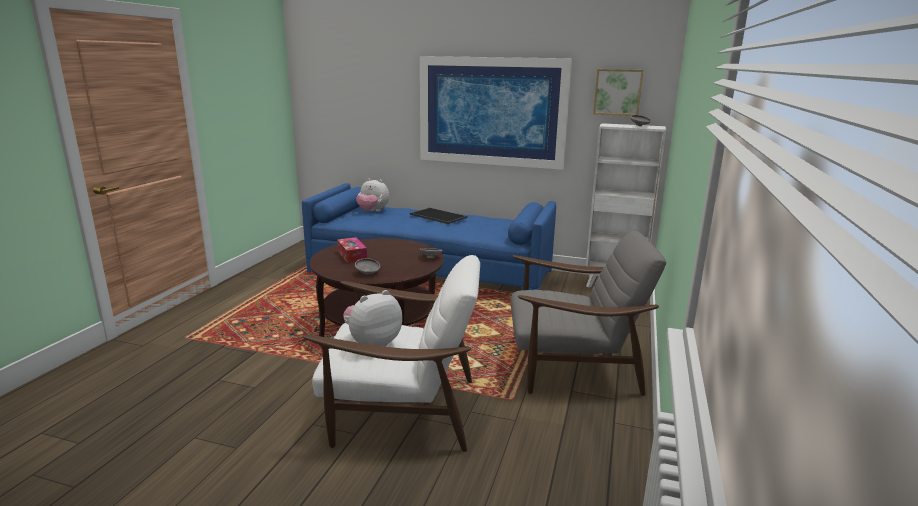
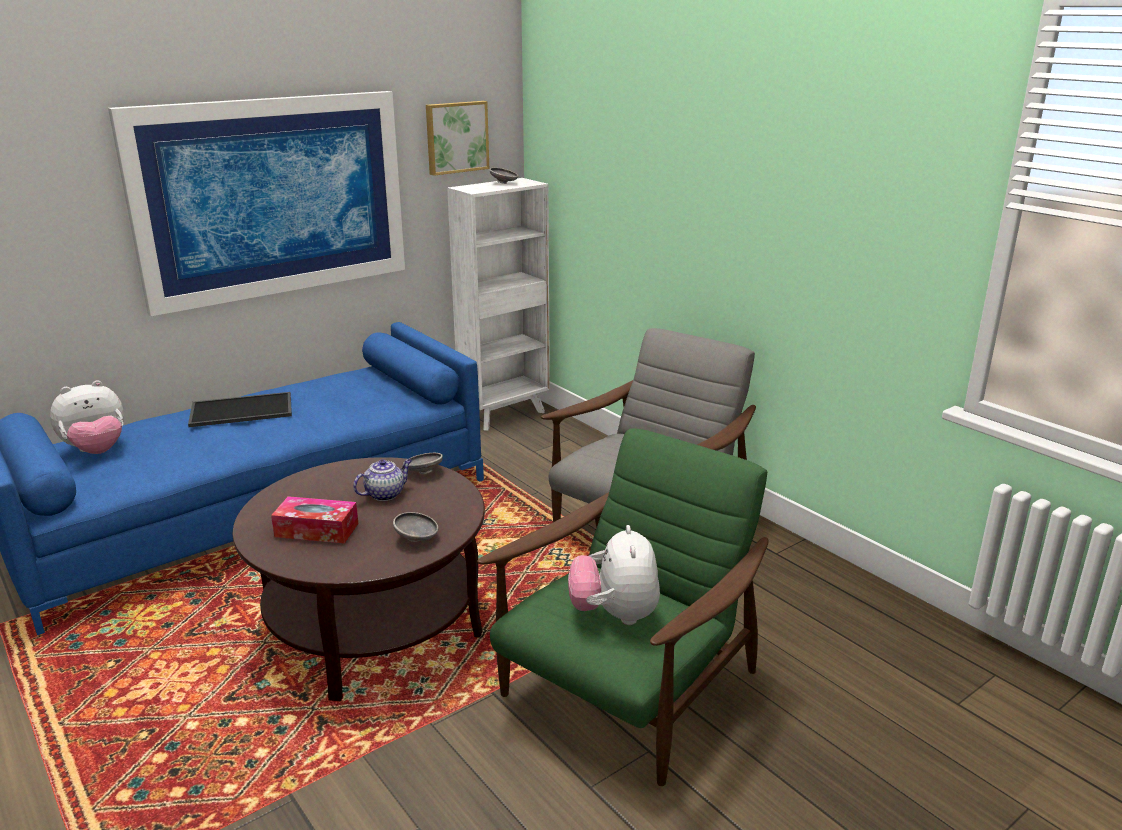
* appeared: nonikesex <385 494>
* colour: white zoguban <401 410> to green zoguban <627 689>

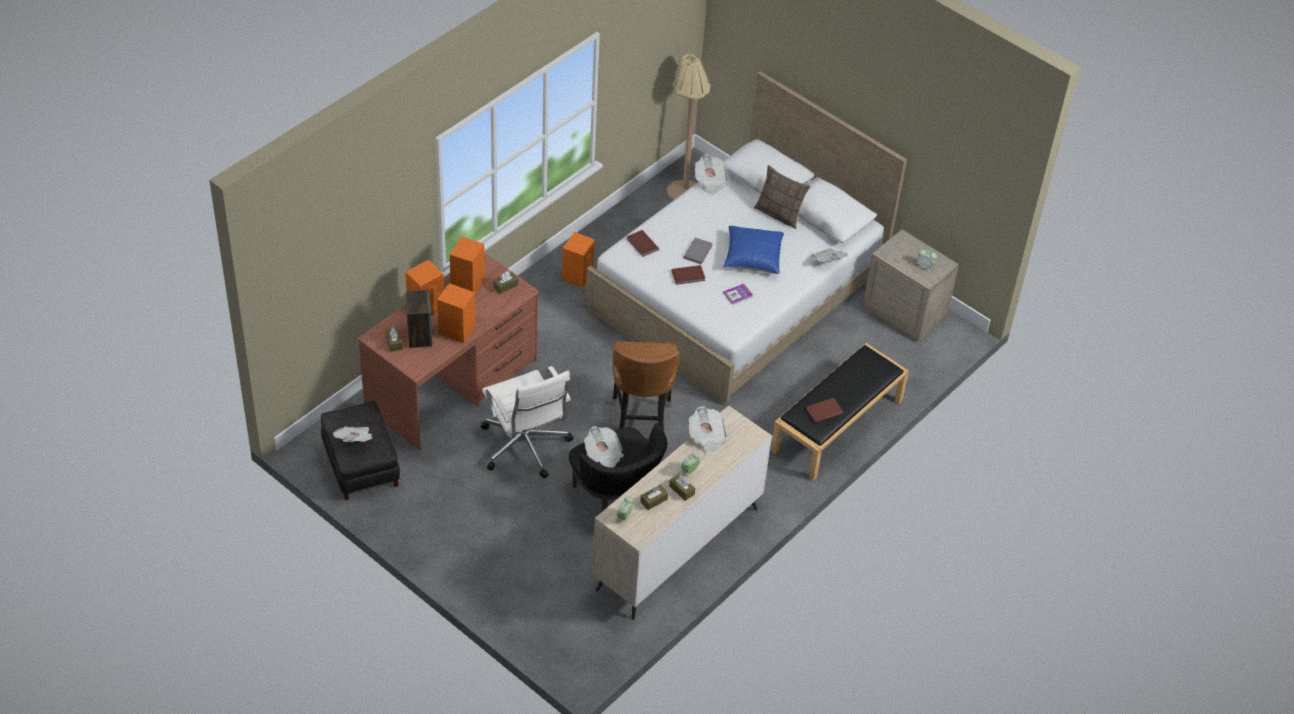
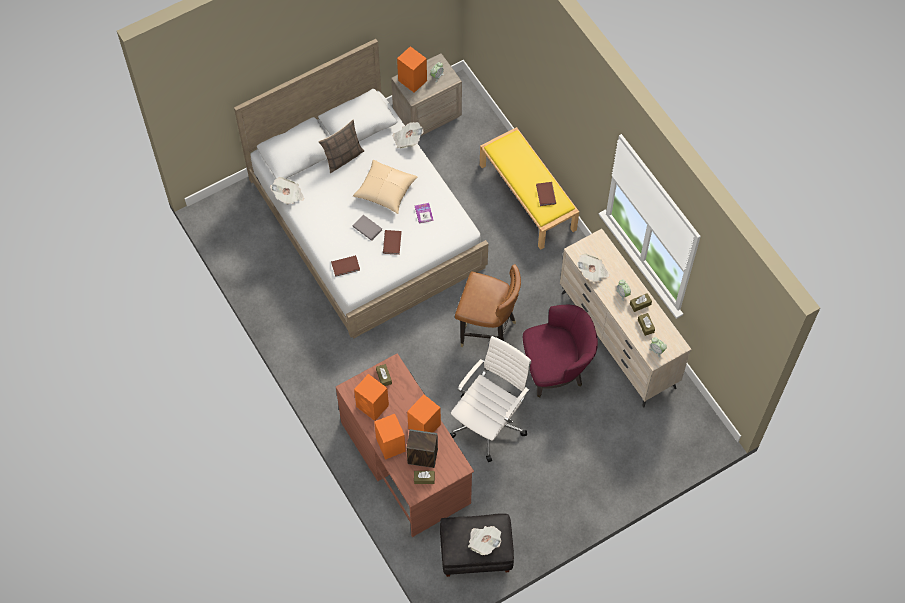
* missing: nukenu <603 455>
* missing: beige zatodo <684 186>
* relocated: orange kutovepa <578 275> to <412 80>
* colour: black zoguban <616 496> to purple zoguban <556 369>
* colour: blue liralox <752 257> to beige liralox <385 190>
* colour: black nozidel <837 426> to yellow nozidel <528 197>
* spun: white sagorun <525 447> = <489 422> 45 degrees counterclockwise

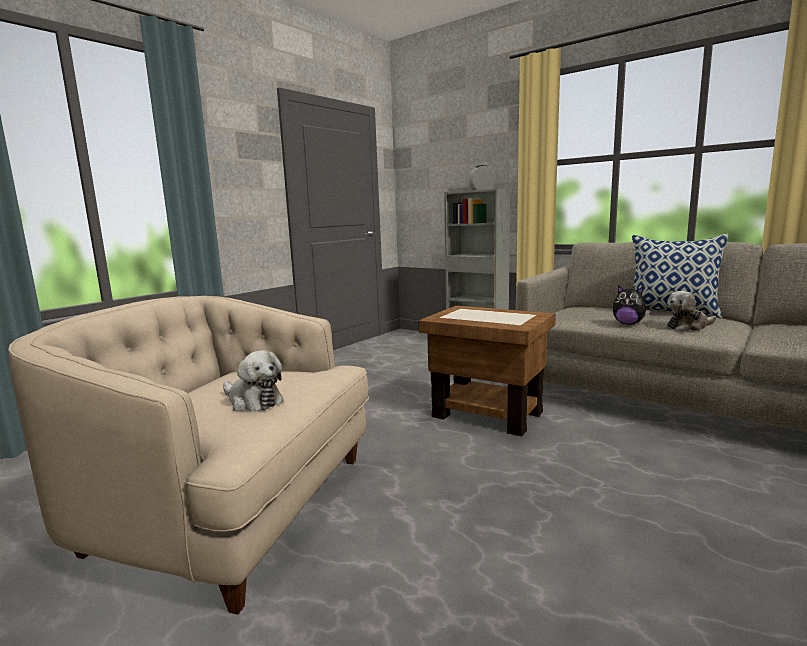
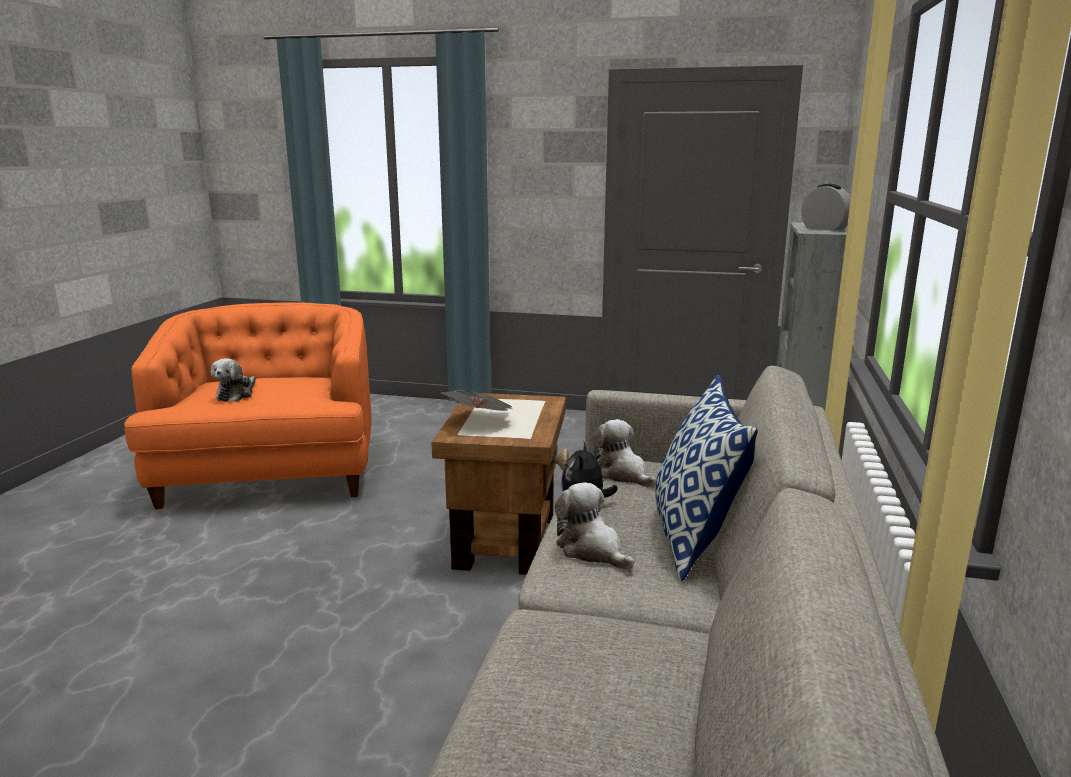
* appeared: nukenu <480 420>
* appeared: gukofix <622 474>
* colour: beige zoguban <231 508> to orange zoguban <270 473>

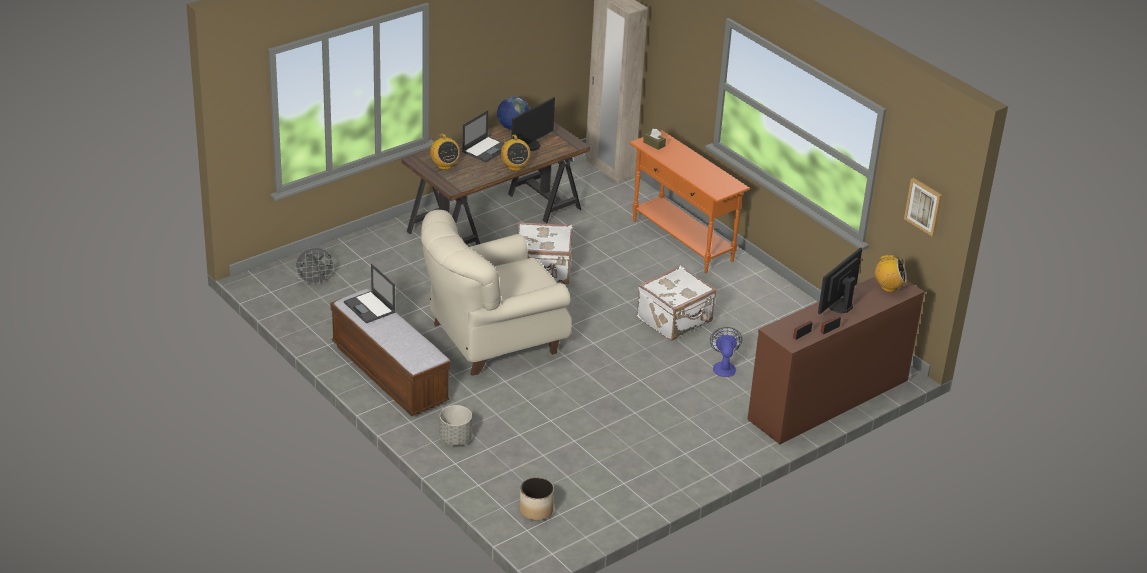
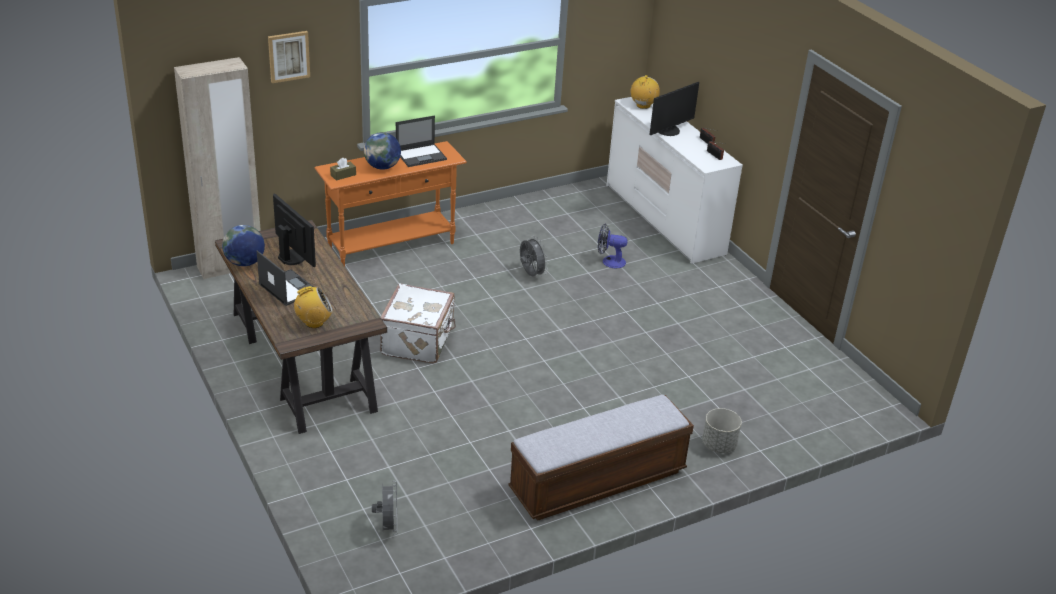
* missing: beige zoguban <491 339>
* missing: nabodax <515 167>
* missing: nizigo <535 510>
* appeared: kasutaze <382 167>
* relocated: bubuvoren <370 307> to <421 155>
* relocated: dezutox <924 206> to <288 56>
* exchanged: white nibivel <675 321> to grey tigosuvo <530 274>
* colour: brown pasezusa <828 400> to white pasezusa <664 219>
* spun: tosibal <839 305> = <669 131> 90 degrees counterclockwise

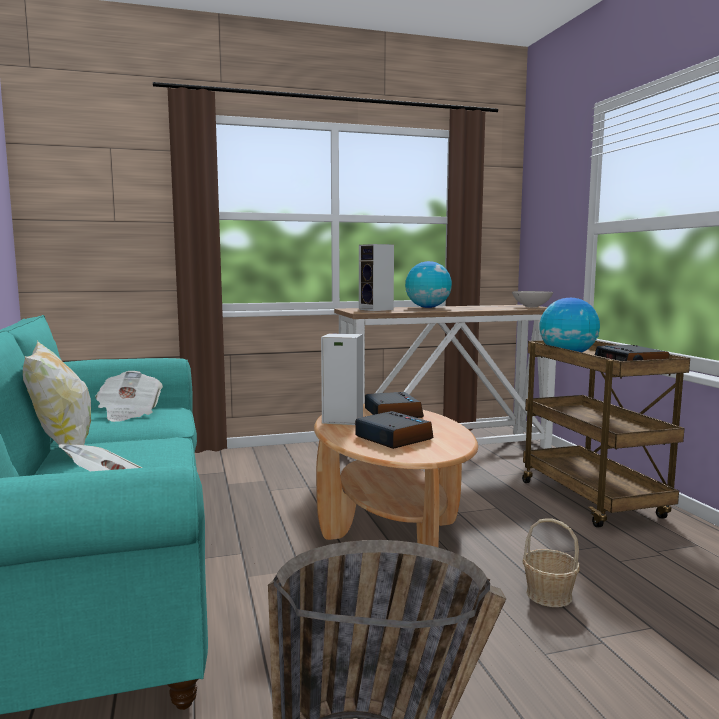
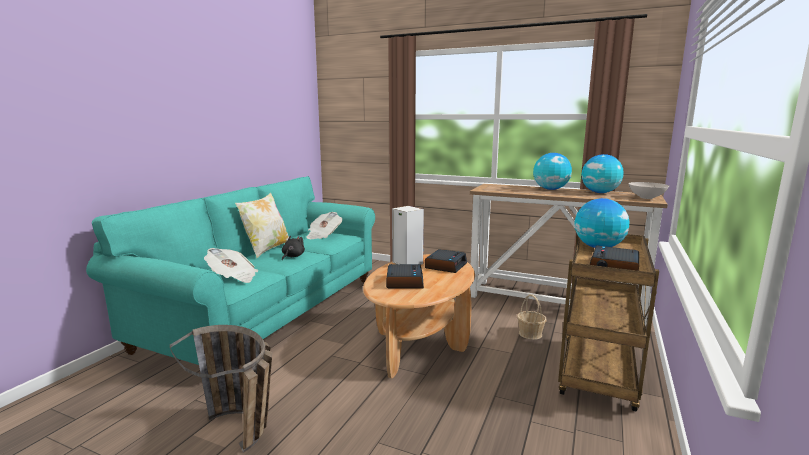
* missing: kutovepa <377 309>
* appeared: black gukofix <292 256>
* appeared: kasutaze <600 193>
* relocated: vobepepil <548 594> to <530 333>

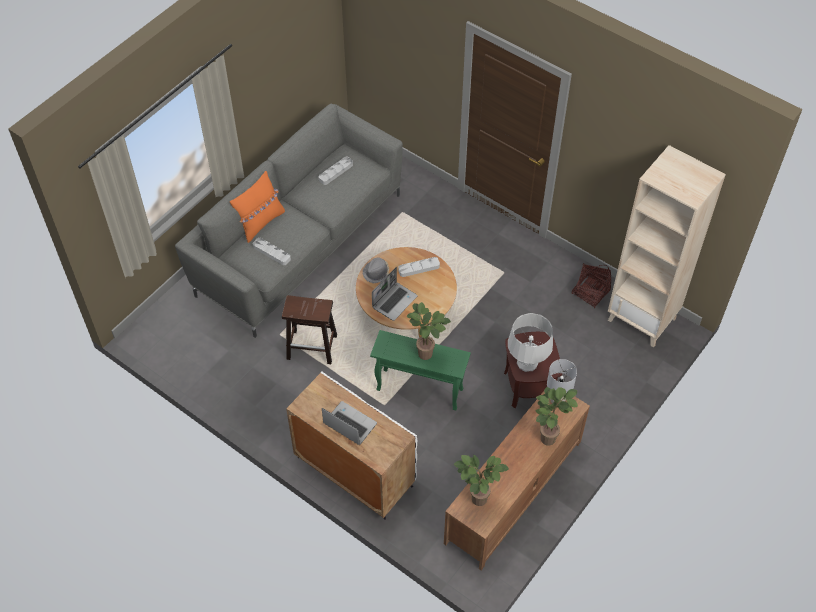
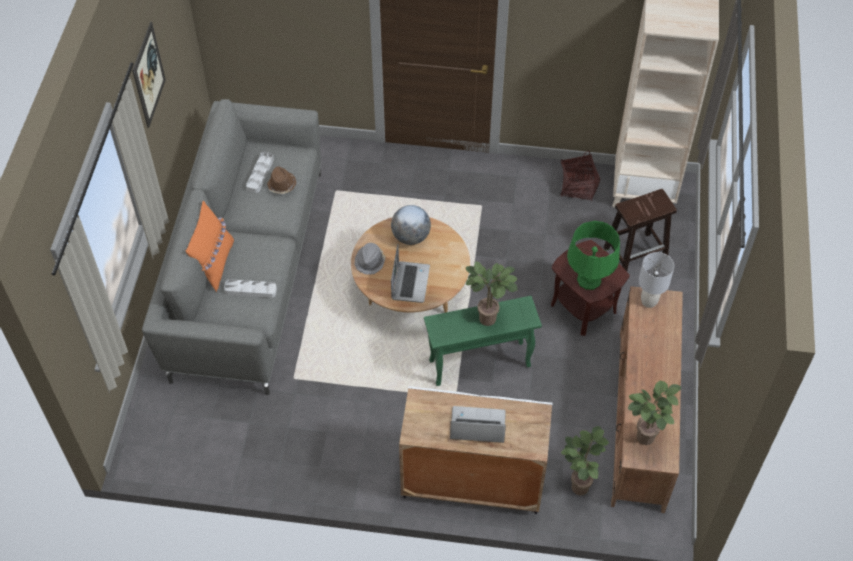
* appeared: dezutox <148 75>
* appeared: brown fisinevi <282 185>
* relocated: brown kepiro <313 347> to <636 254>
* relocated: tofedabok <548 436> to <578 484>
* exchanged: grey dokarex <419 268> to kasutaze <410 237>
* colour: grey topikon <527 362> to green topikon <589 280>

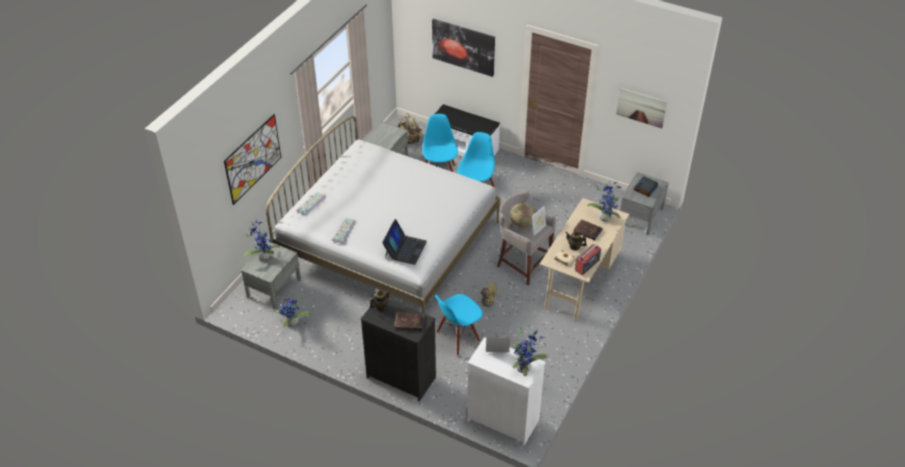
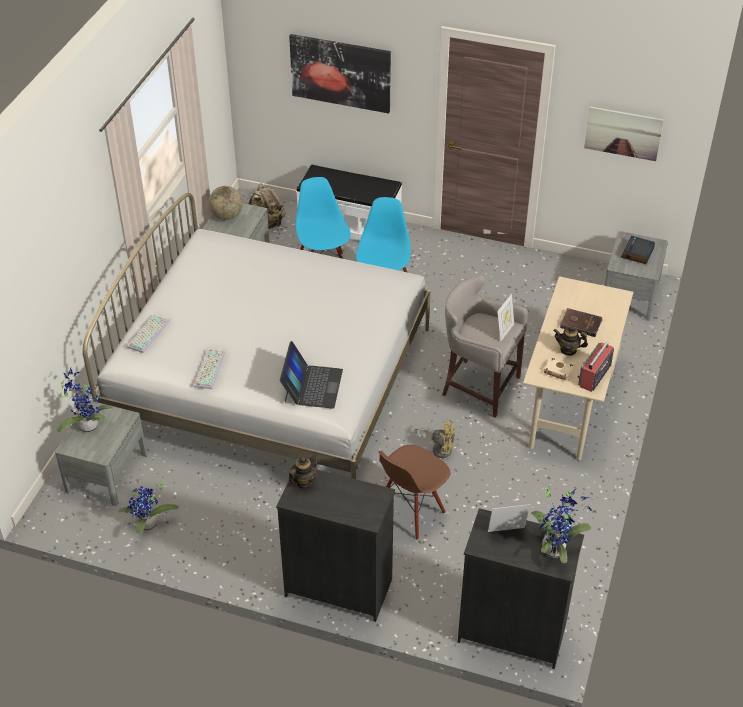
* missing: dezutox <253 158>
* missing: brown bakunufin <409 322>
* missing: tofedabok <605 217>
* relocated: kasutaze <521 224> to <226 216>
* colour: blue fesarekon <458 337> to brown fesarekon <410 511>
* colour: white pasezusa <503 420> to black pasezusa <512 632>

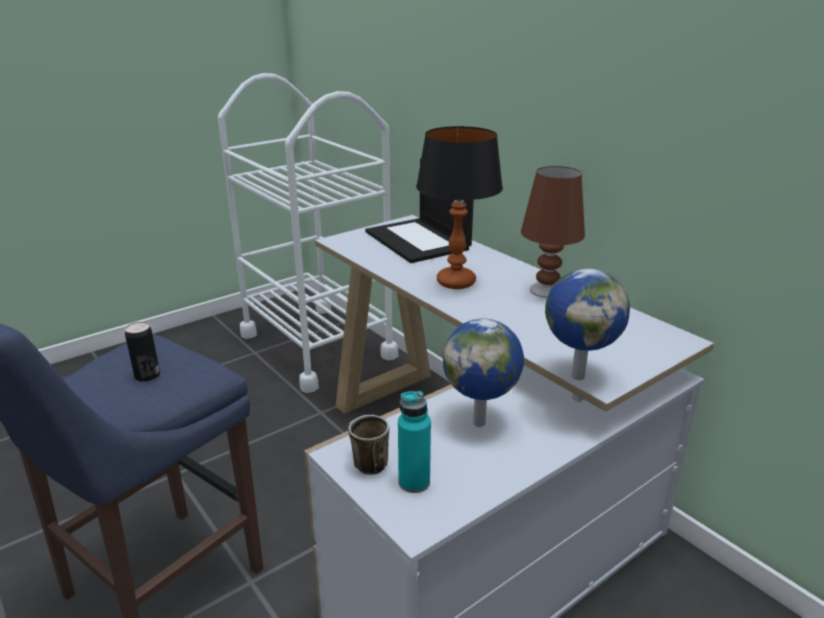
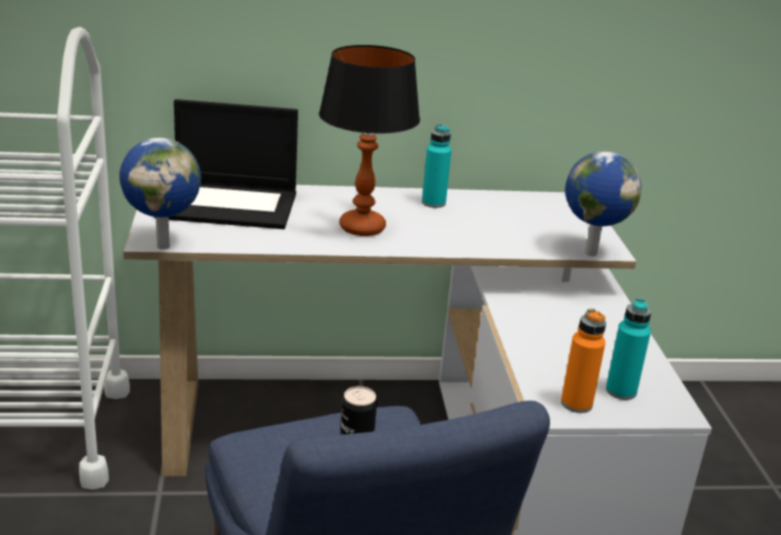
* relocated: kasutaze <480 422> to <164 245>
* exchanged: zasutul <365 463> to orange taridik <576 404>
* exchanged: brown topikon <546 291> to turquoise taridik <433 203>

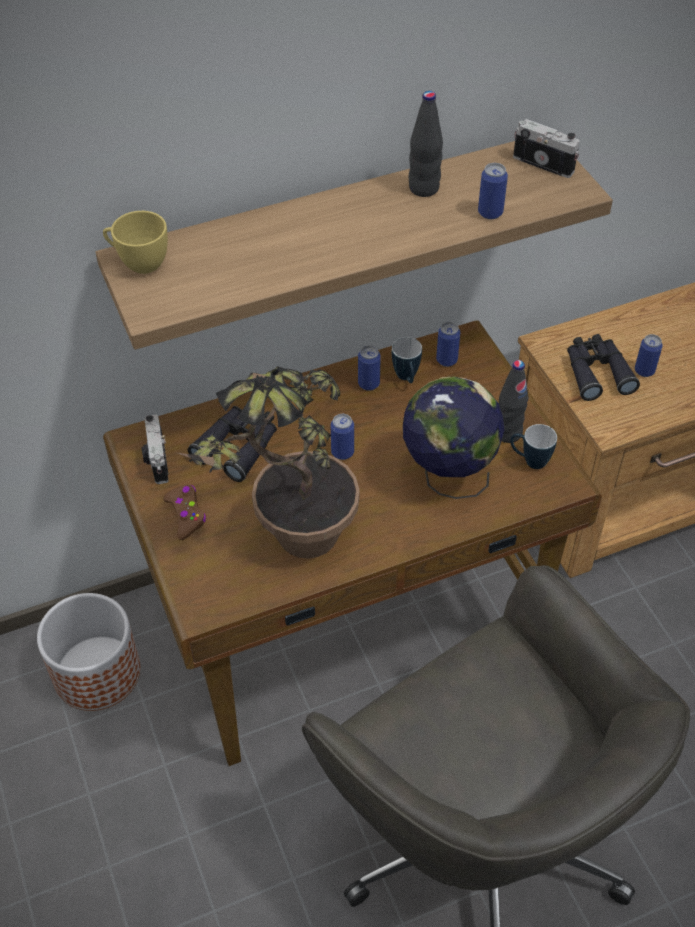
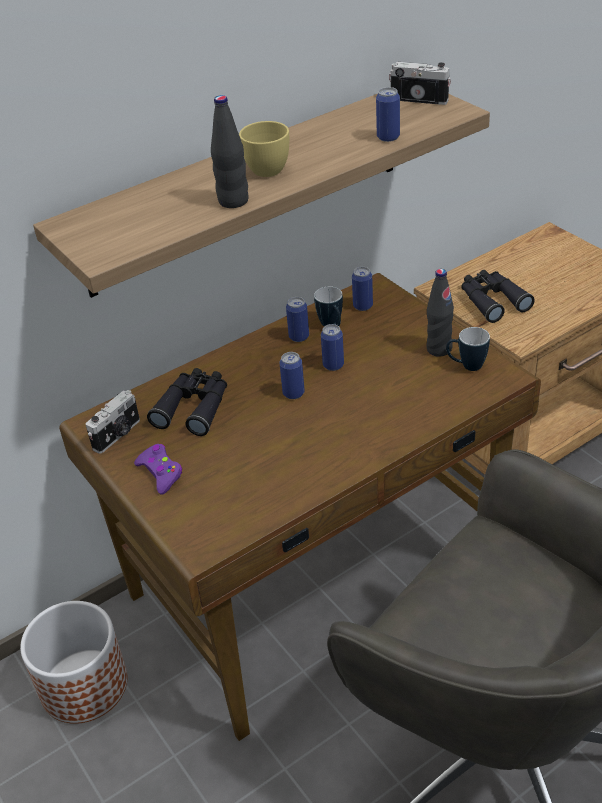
* missing: tofedabok <292 549>
* missing: kasutaze <447 476>
* relocated: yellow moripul <138 262> to <261 171>
* relocated: black taridik <424 188> to <233 201>
* relocated: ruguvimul <644 371> to <333 365>
* colour: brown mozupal <186 515> to purple mozupal <160 473>
* spun: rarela <156 460> = <118 435> 120 degrees counterclockwise

